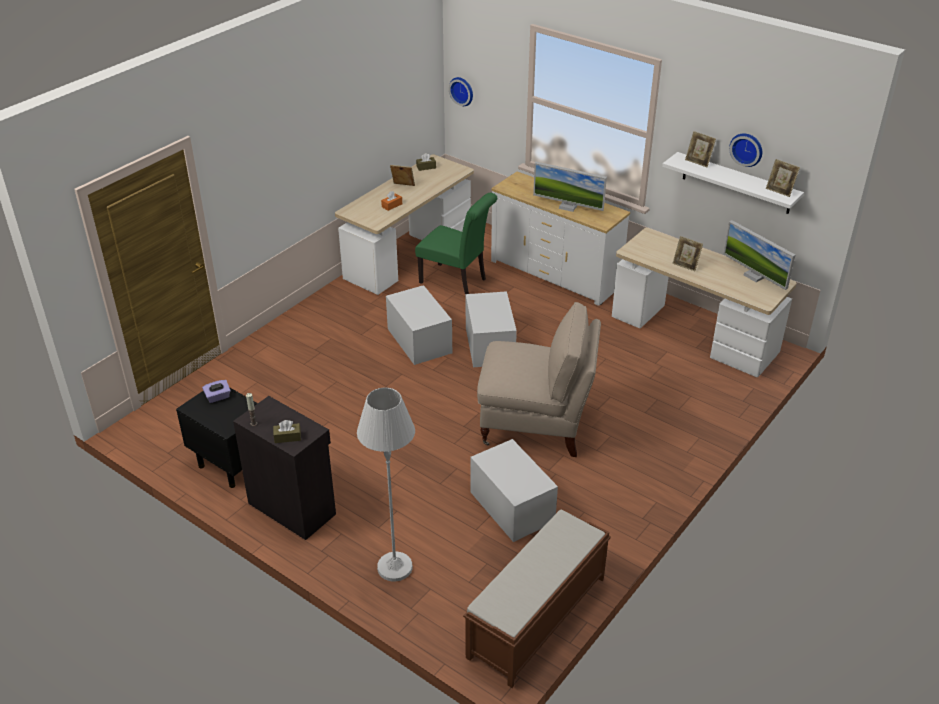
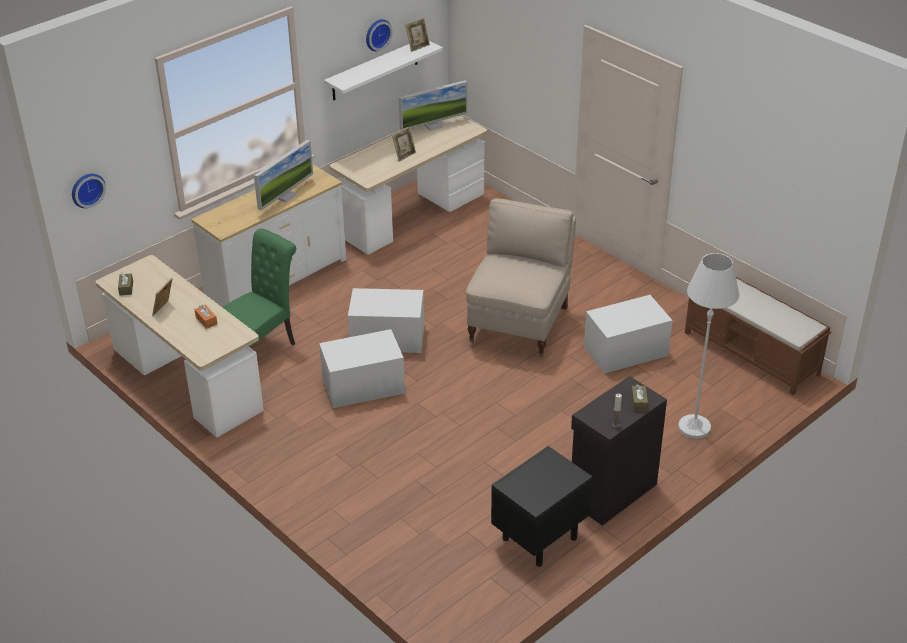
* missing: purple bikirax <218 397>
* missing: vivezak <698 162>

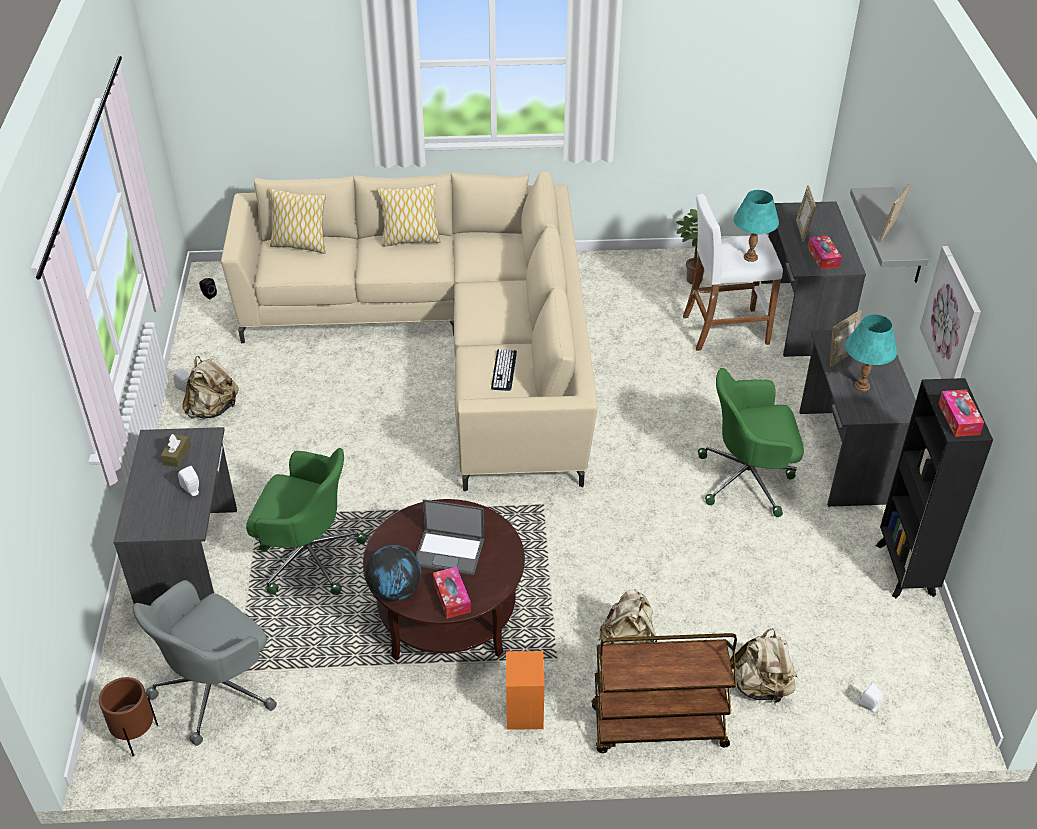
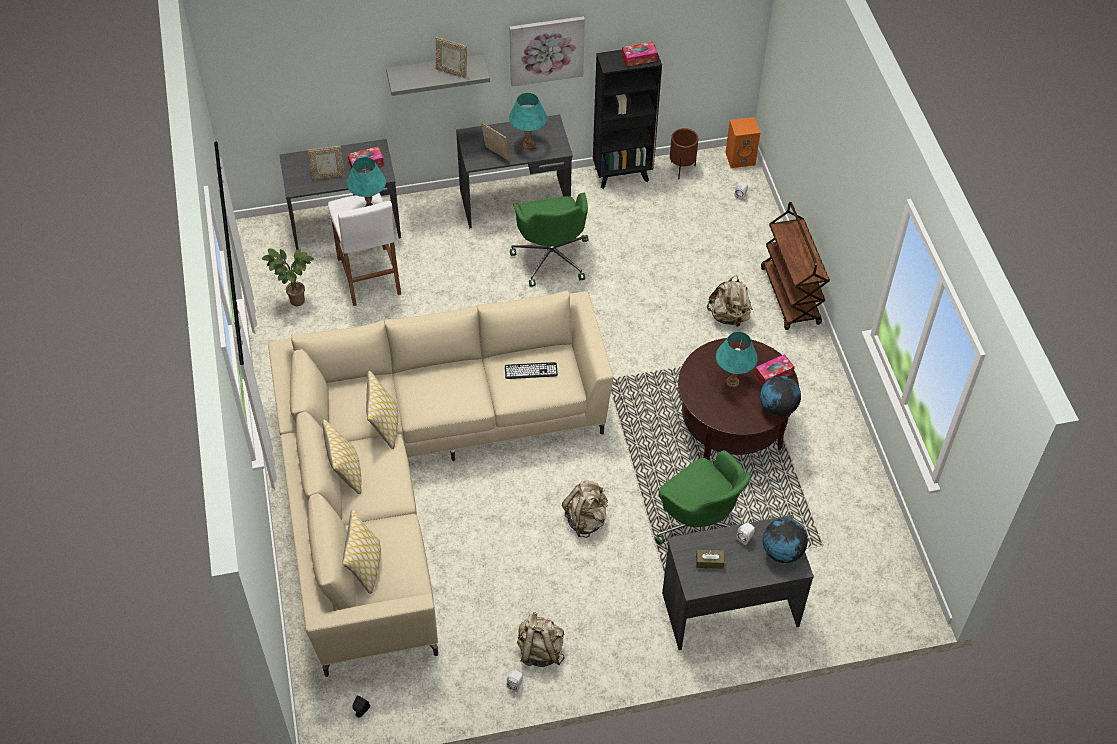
* missing: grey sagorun <217 688>
* appeared: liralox <384 426>
* appeared: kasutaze <782 552>
* relocated: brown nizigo <137 737> to <681 169>
* relocated: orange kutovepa <525 712> to <740 158>
* relocated: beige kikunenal <760 687> to <586 519>
* exchanged: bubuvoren <450 552> to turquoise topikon <732 381>
* spun: green sagorun <307 556> = <699 527> 135 degrees clockwise

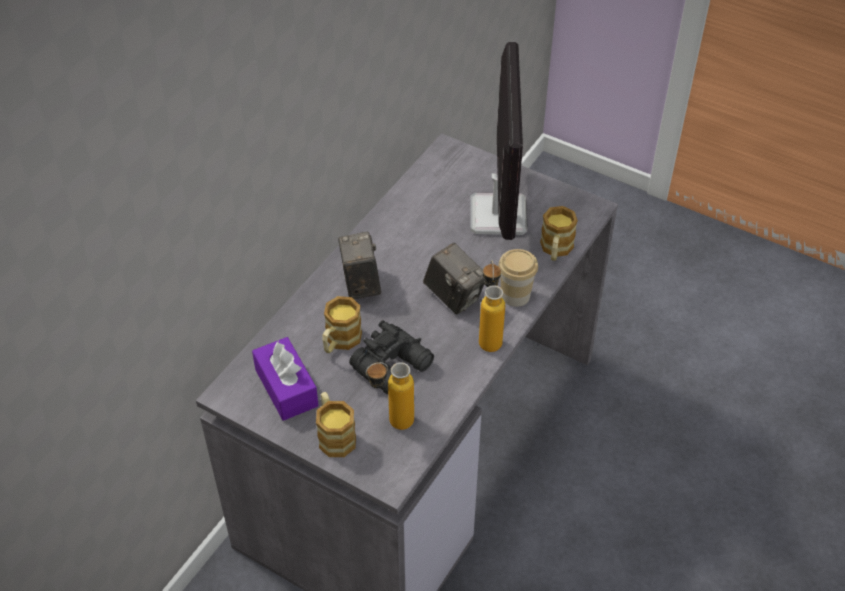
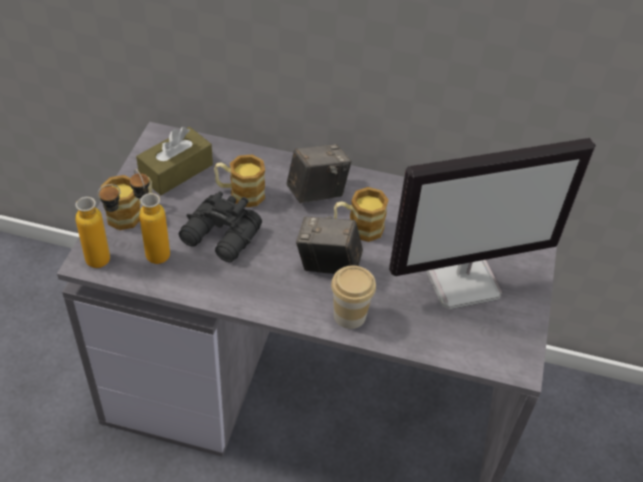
* relocated: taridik <489 336> to <108 257>
* relocated: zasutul <555 250> to <358 228>
* colour: purple bikirax <286 388> to brown bikirax <176 171>
* spun: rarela <454 296> = <328 265> 75 degrees clockwise

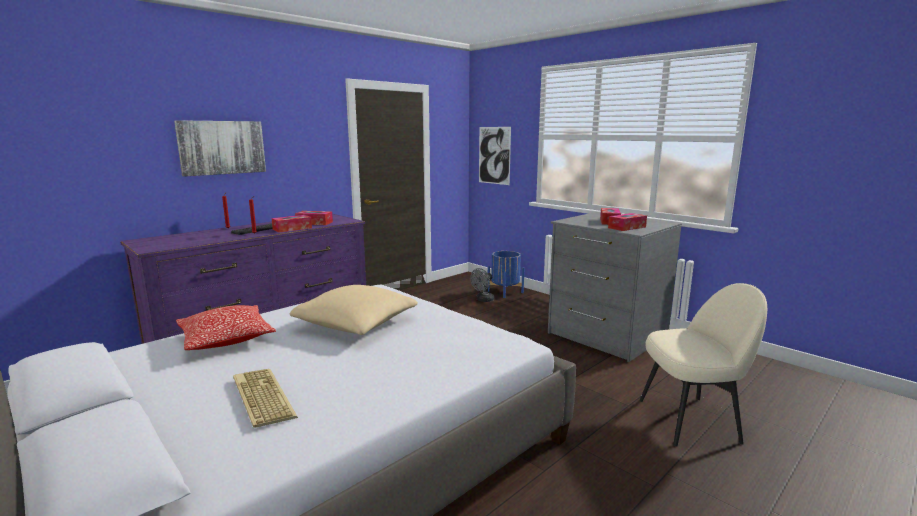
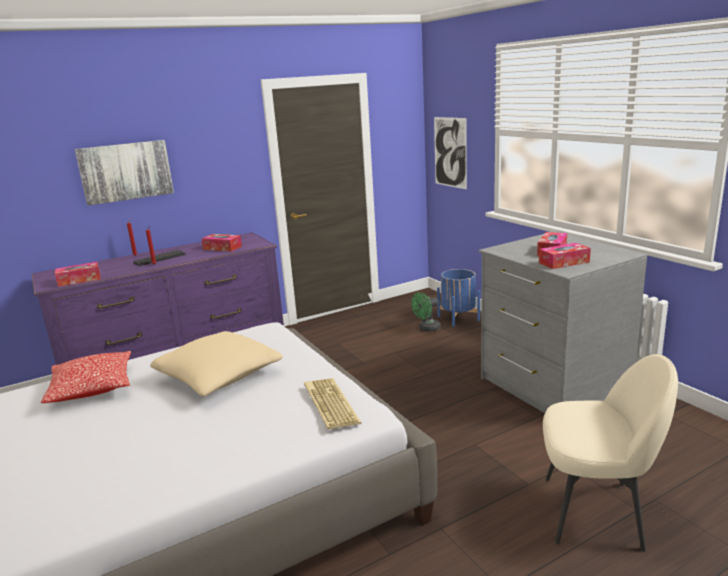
* relocated: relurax <261 397> to <329 403>
* relocated: bikirax <292 229> to <79 280>
* colour: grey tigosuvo <483 300> to green tigosuvo <427 329>

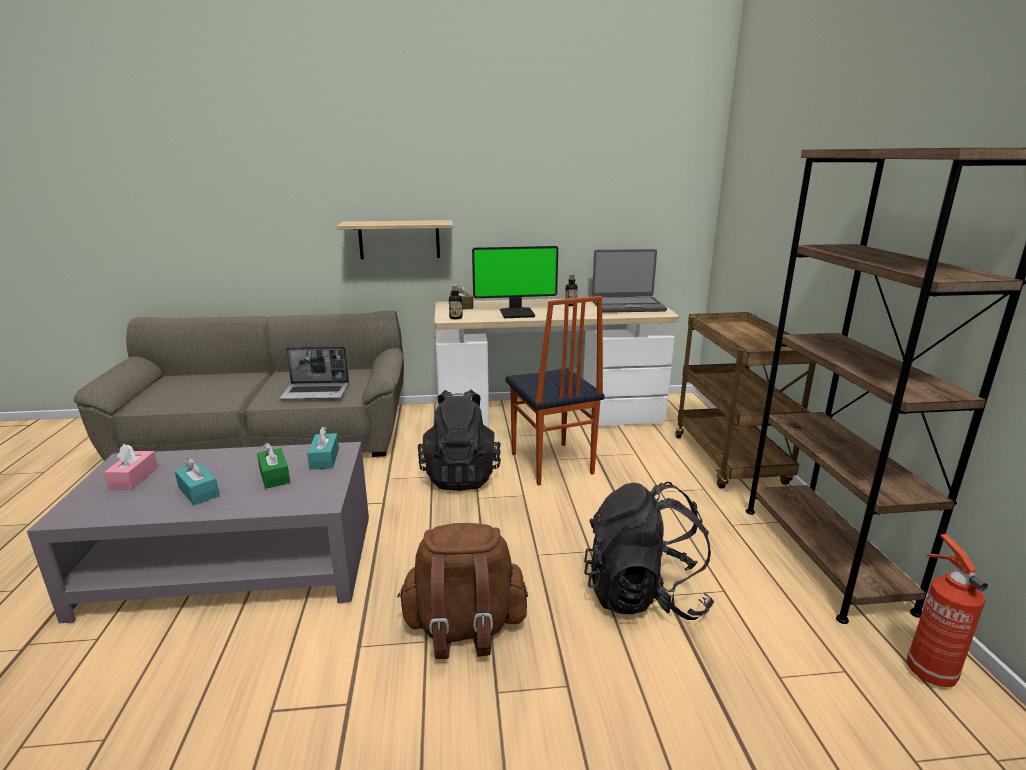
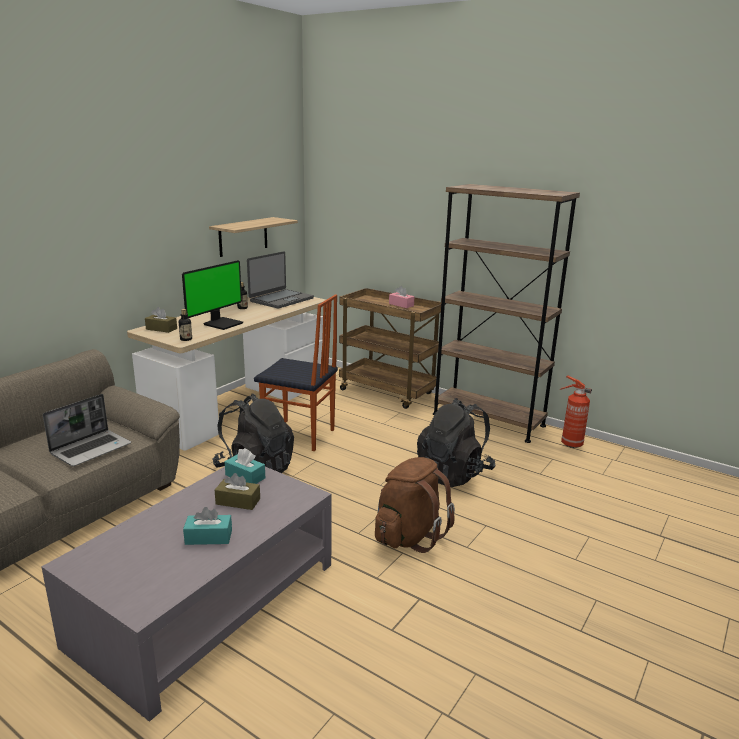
* relocated: pink bikirax <134 478> to <401 305>
* relocated: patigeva <399 239> to <243 236>
* colour: green bikirax <274 476> to brown bikirax <238 501>

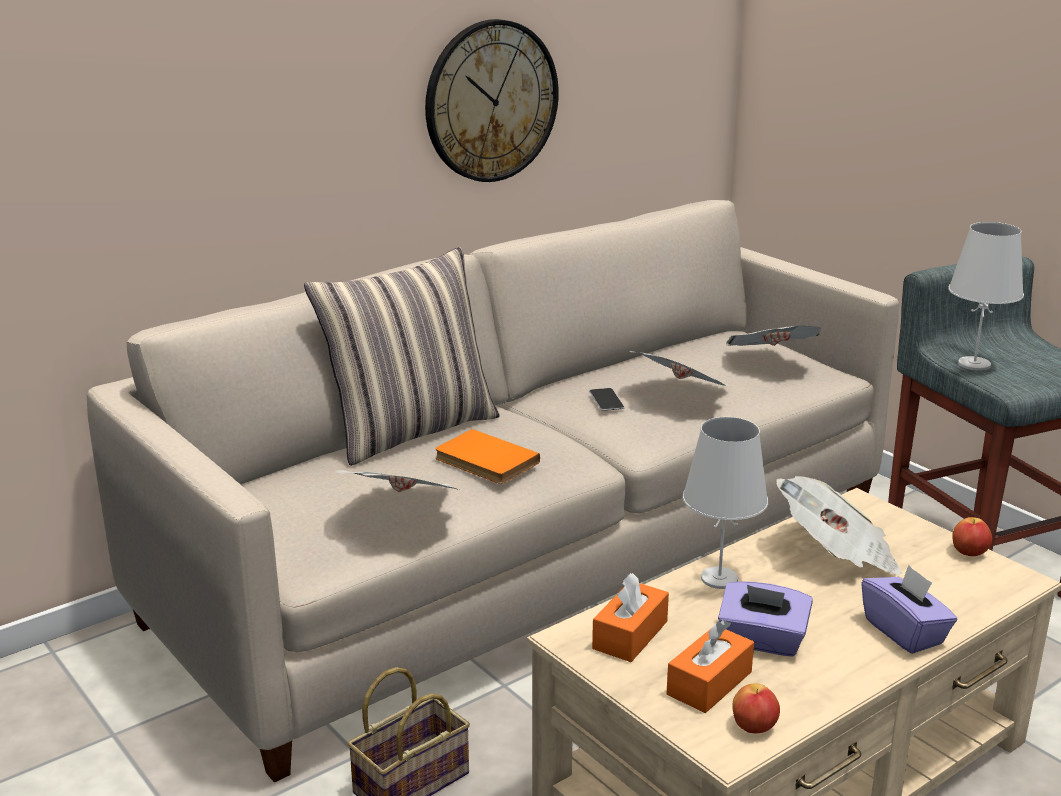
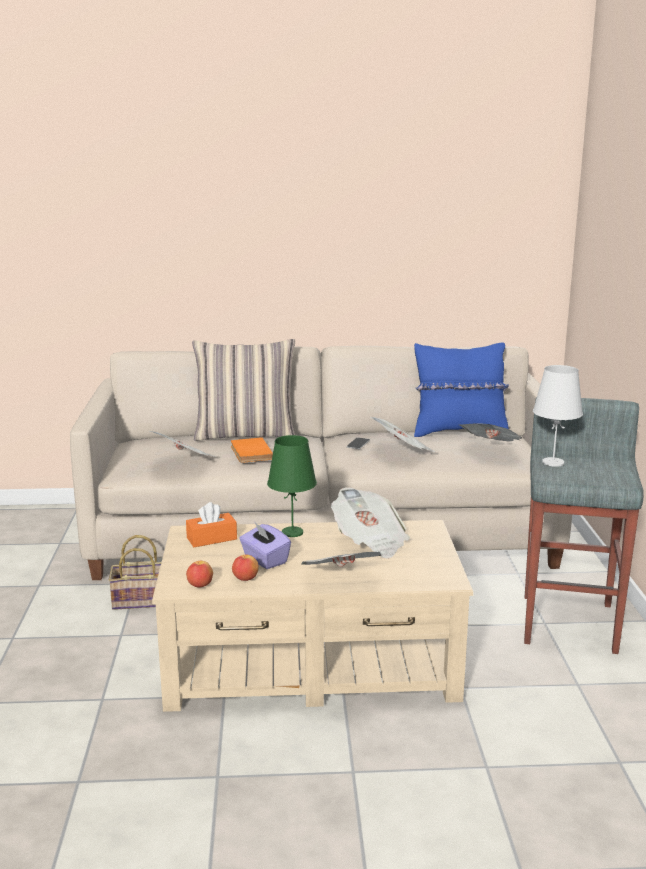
* missing: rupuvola <491 101>
* missing: orange bikirax <709 683>
* appeared: blue liralox <459 432>
* relocated: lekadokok <969 553> to <245 578>
* exchanged: purple bikirax <904 632> to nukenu <340 579>
* colour: white topikon <719 578> to green topikon <292 532>

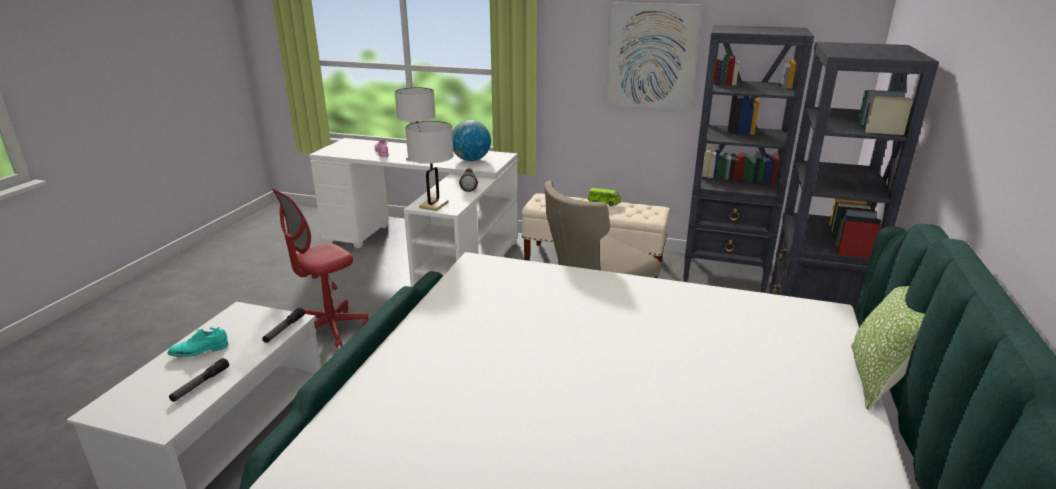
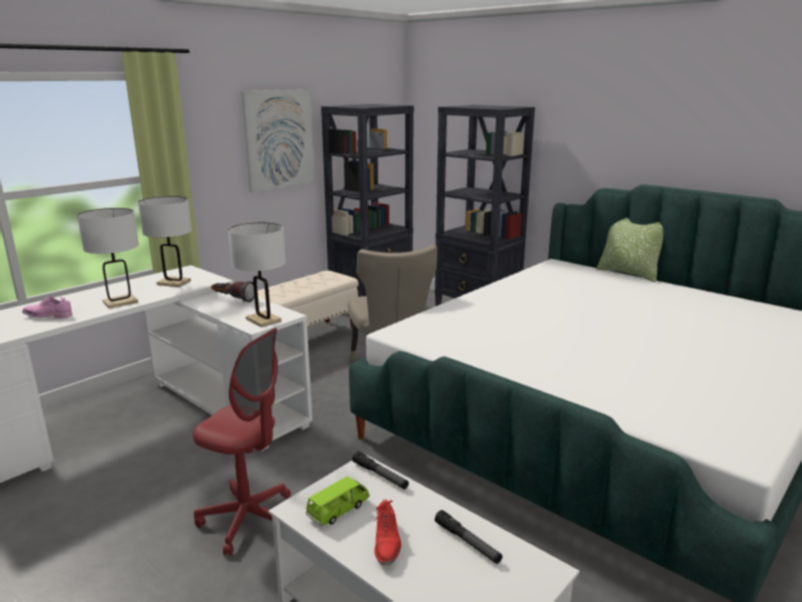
* relocated: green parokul <604 203> to <338 510>
* exchanged: kasutaze <471 160> to white topikon <174 283>
* colour: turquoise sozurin <199 351> to red sozurin <387 543>
* spun: red sagorun <330 329> = <248 520> 45 degrees counterclockwise

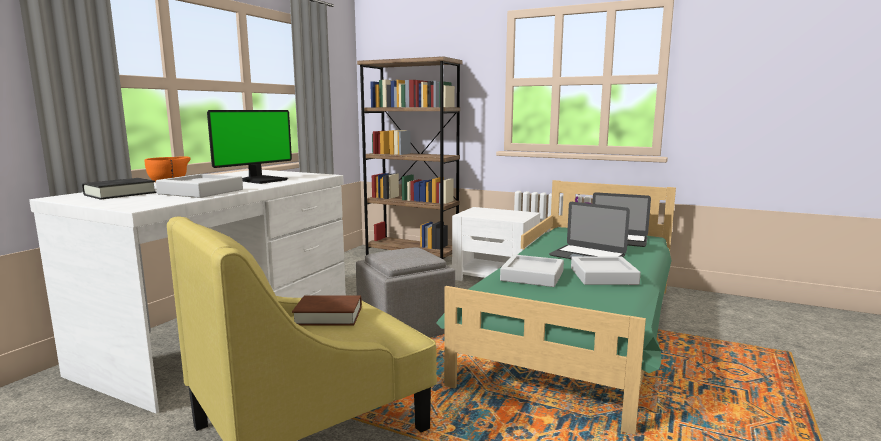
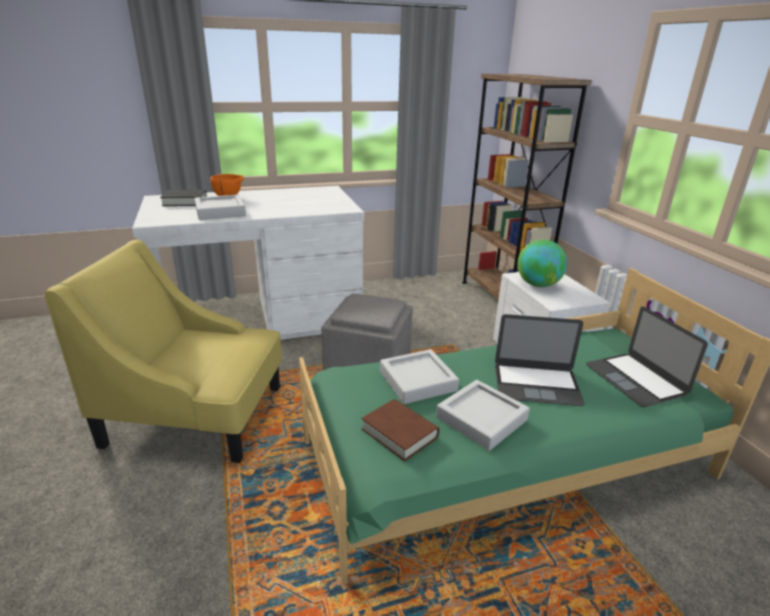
* missing: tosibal <262 180>
* appeared: kasutaze <538 285>
* relocated: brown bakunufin <328 316> to <399 433>
* spun: bubuvoren <587 255> = <536 384> 75 degrees counterclockwise

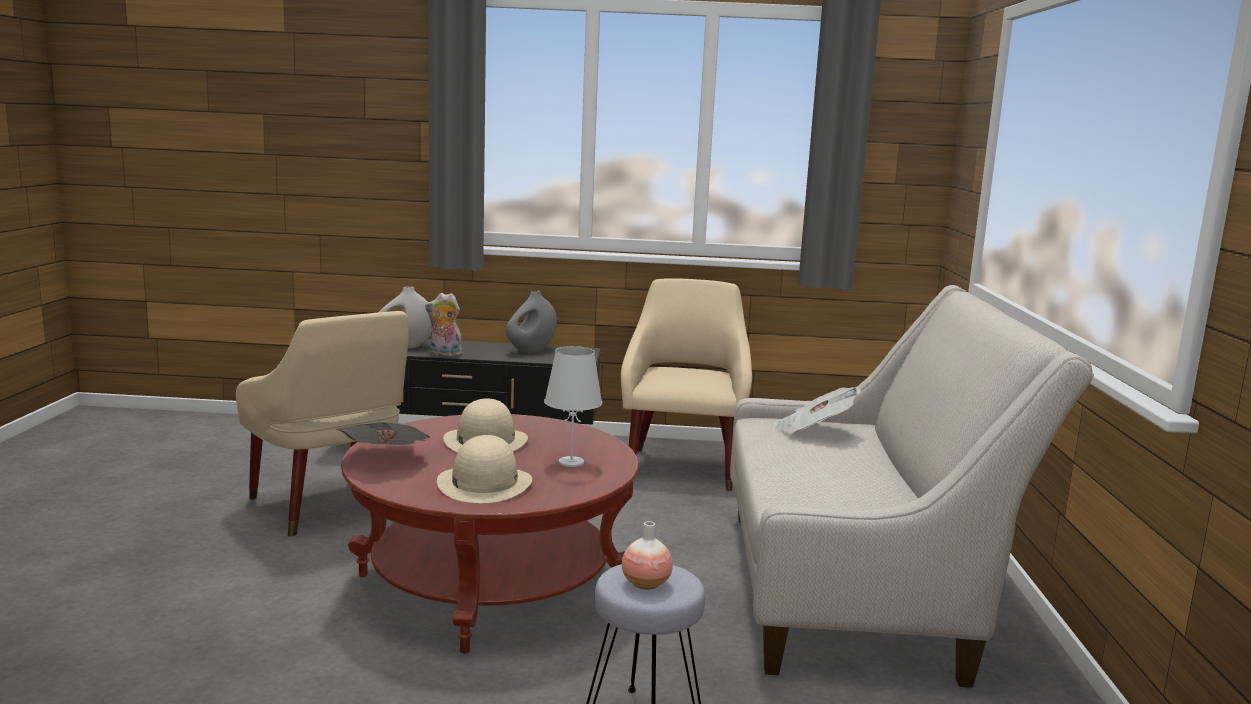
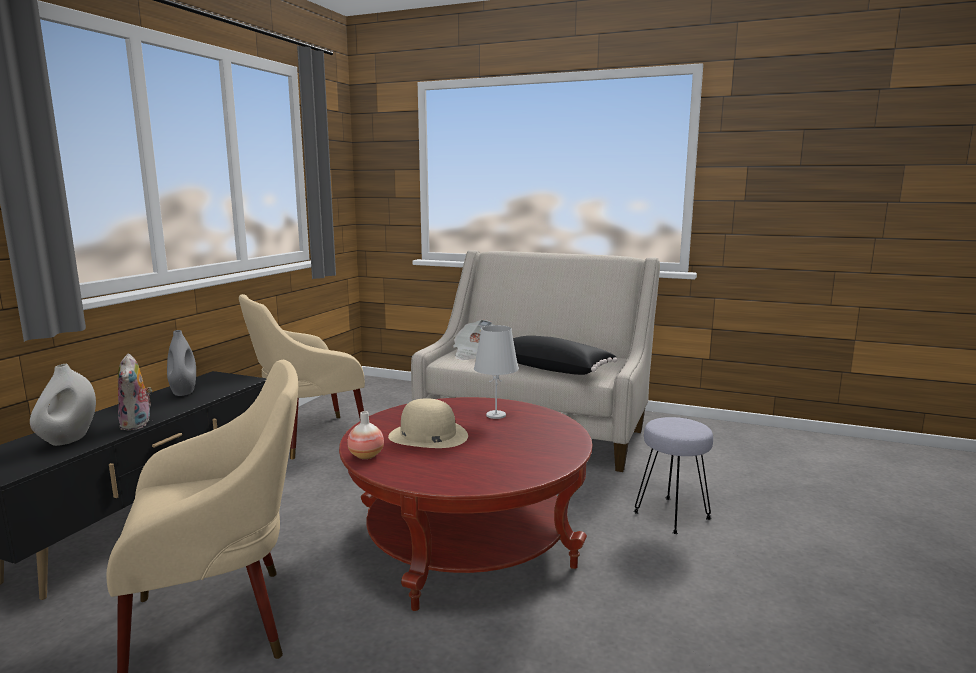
* missing: nukenu <385 458>
* missing: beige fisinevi <484 483>
* appeared: black liralox <554 369>
* relocated: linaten <646 584> to <366 456>
* spun: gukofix <444 354> = <138 424> 45 degrees counterclockwise
* spun: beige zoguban <682 465> = <308 438> 60 degrees counterclockwise

